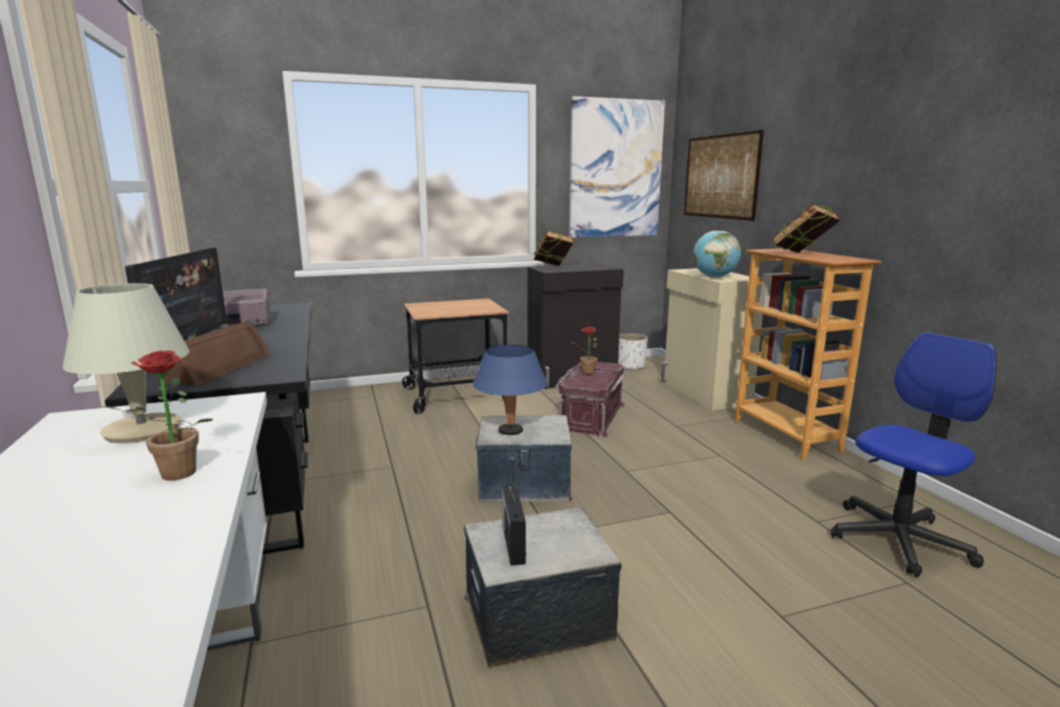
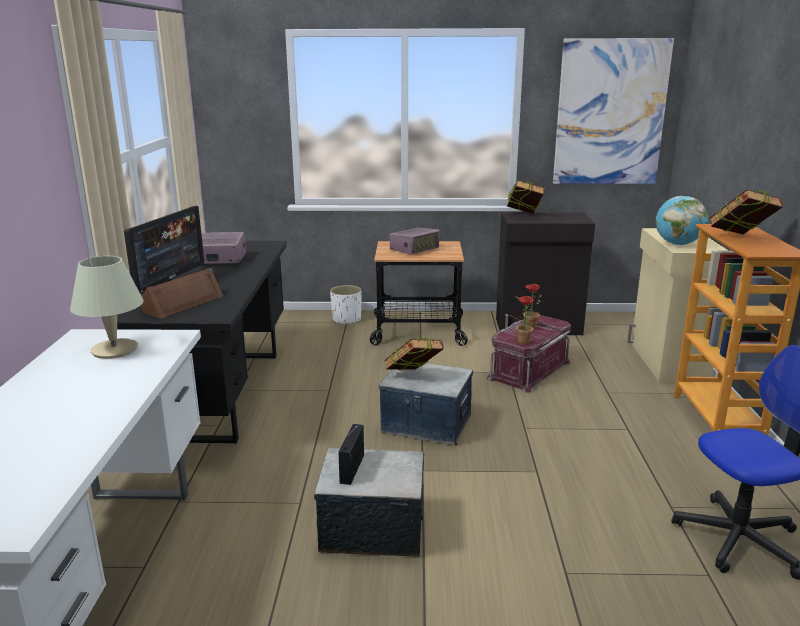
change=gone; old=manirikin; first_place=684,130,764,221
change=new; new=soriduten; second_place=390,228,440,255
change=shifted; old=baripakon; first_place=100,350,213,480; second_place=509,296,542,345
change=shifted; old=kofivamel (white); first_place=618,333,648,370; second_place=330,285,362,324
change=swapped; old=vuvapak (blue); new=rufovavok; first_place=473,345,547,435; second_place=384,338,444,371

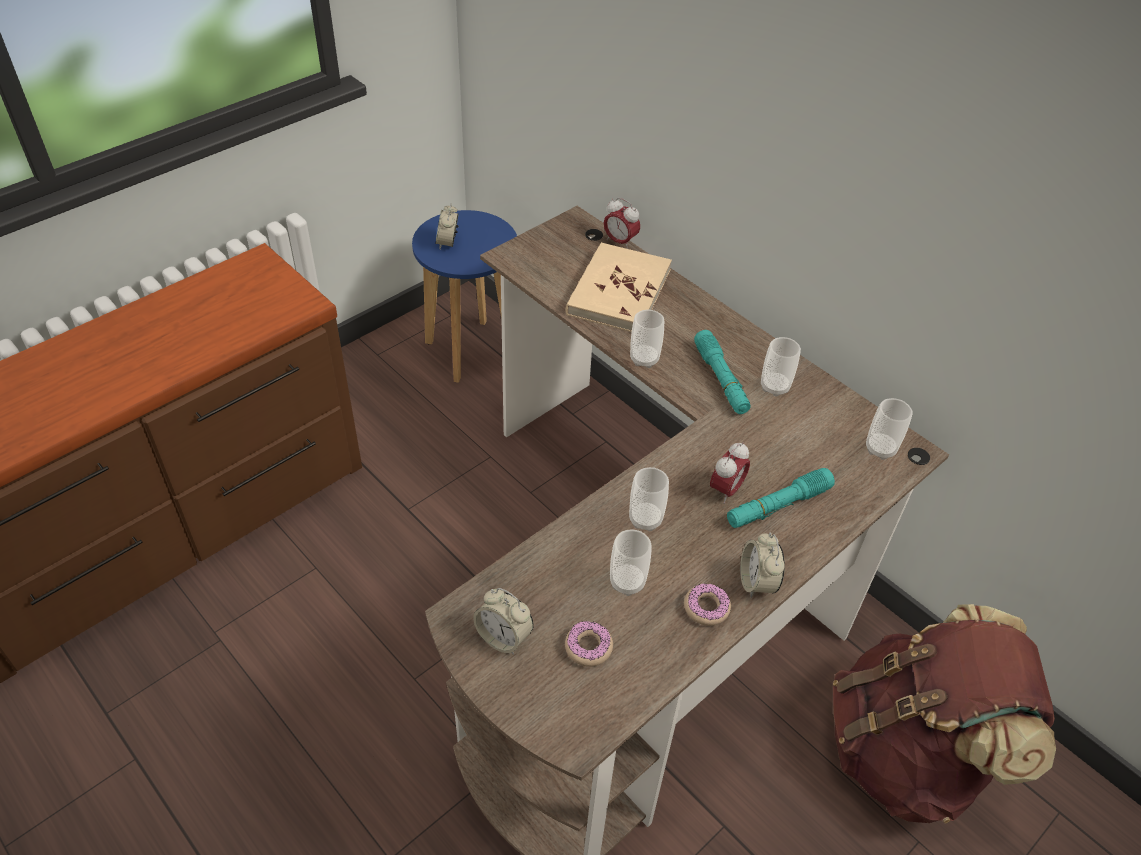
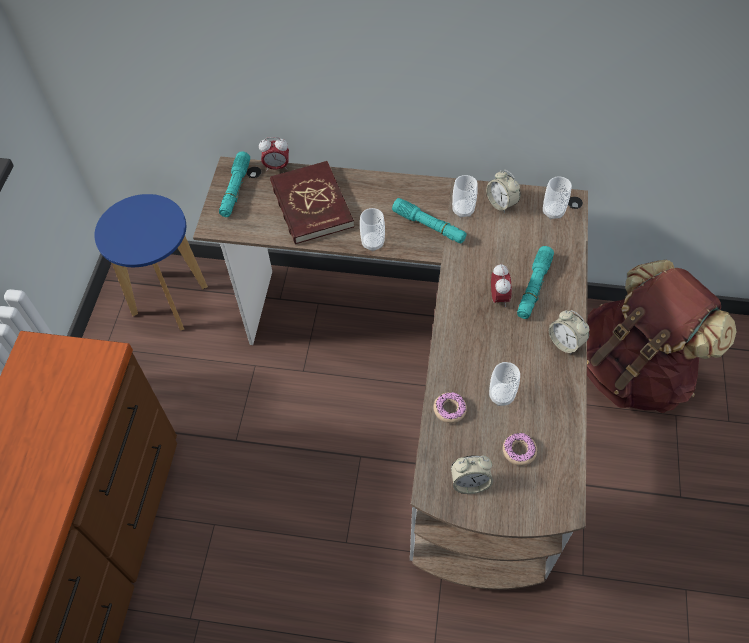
change=gone; old=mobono; first_place=629,467,669,531
change=new; new=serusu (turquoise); second_place=219,151,250,217
change=shifted; old=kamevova; first_place=436,203,459,249; second_place=486,170,520,213
change=shifted; old=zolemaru; first_place=684,584,731,626; second_place=433,392,467,423
change=repainted; old=rufovavok (beige); new=rufovavok (red); first_place=566,242,672,332; second_place=270,161,354,245

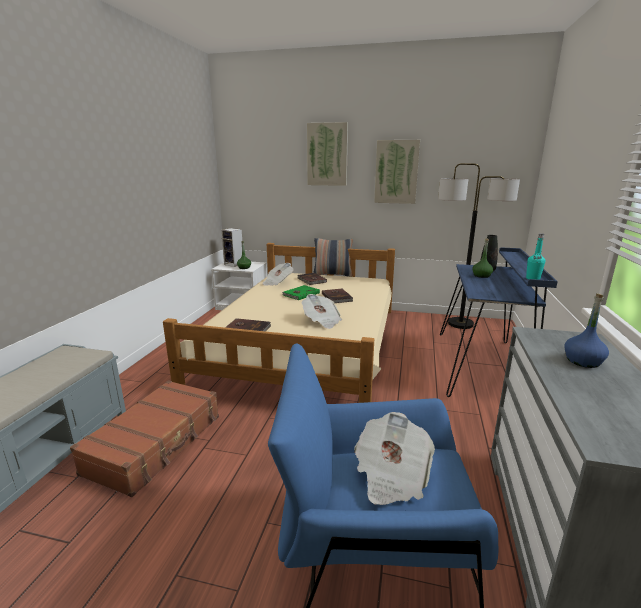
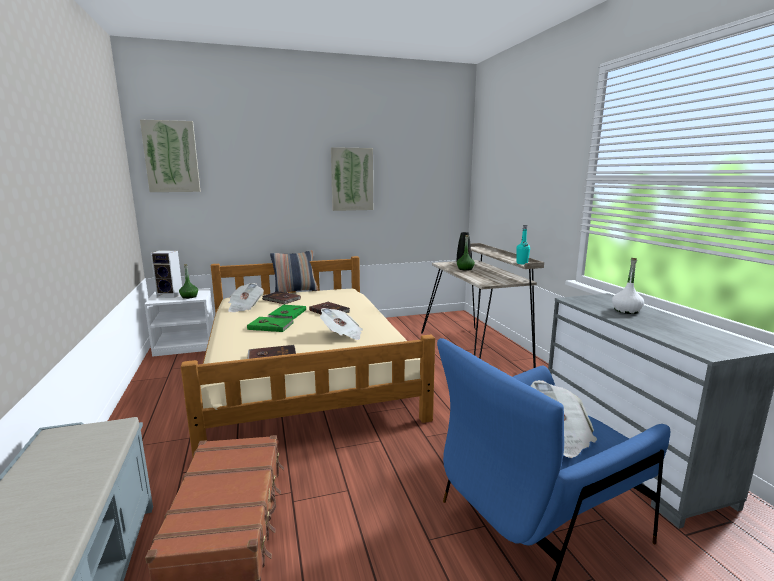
change=gone; old=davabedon; first_place=438,163,520,329
change=new; new=rufovavok (green); second_place=247,317,294,332
change=shifted; old=manirikin; first_place=307,122,348,186; second_place=140,119,201,192
change=repainted; old=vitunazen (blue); new=vitunazen (beige); first_place=440,248,558,397; second_place=421,243,544,368
change=repainted; old=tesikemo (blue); new=tesikemo (white); first_place=564,293,609,368; second_place=612,258,644,314

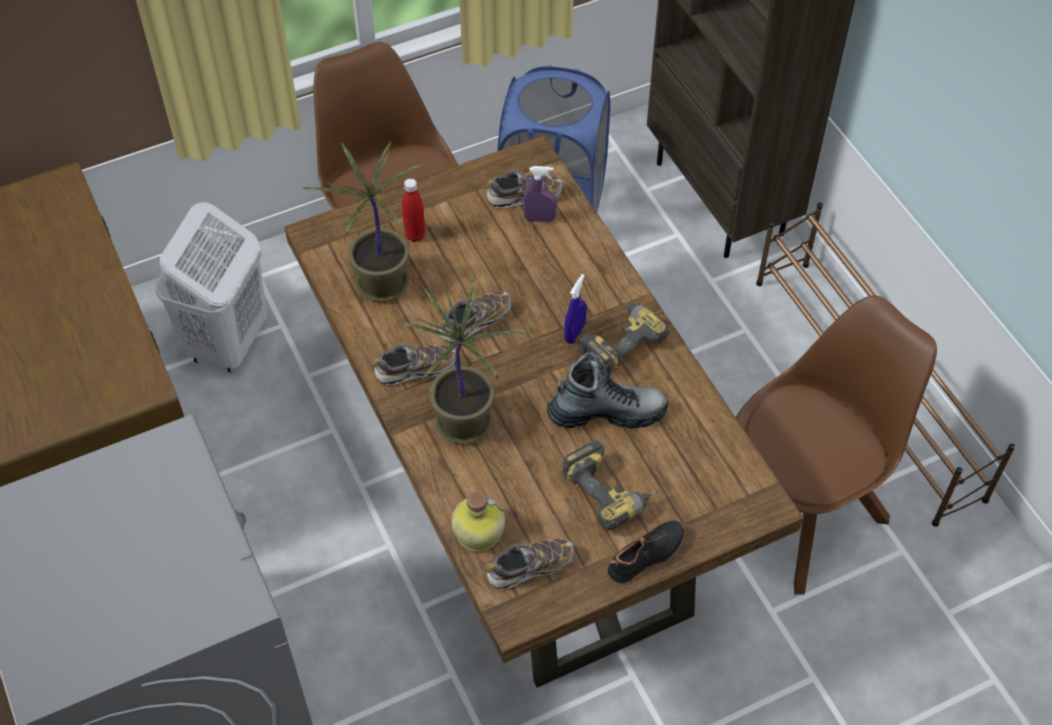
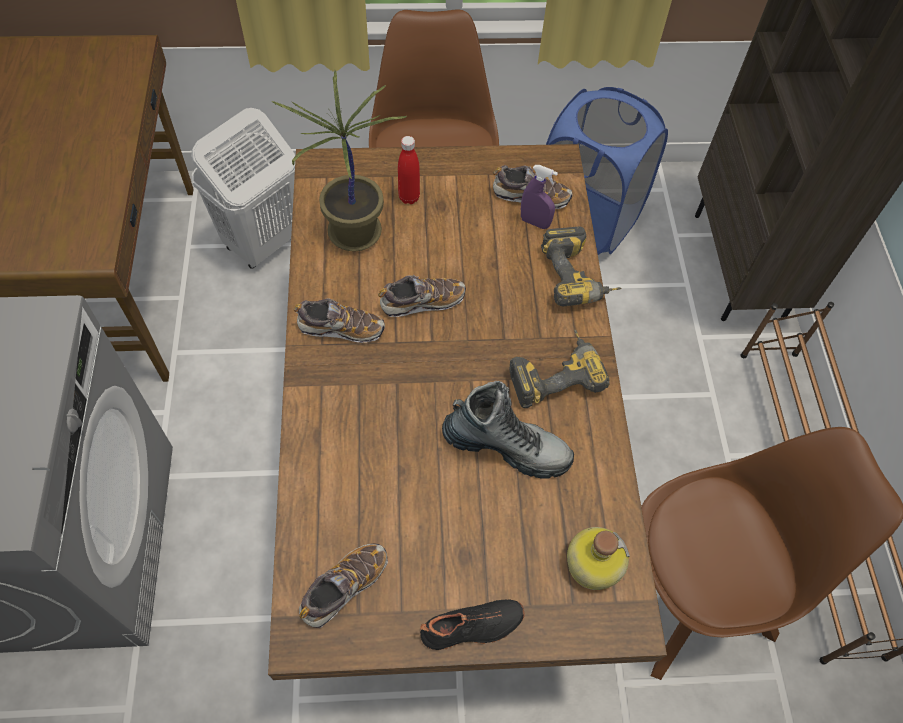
change=gone; old=baripakon; first_place=397,275,534,444
change=gone; old=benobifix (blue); first_place=564,274,587,344
change=shifted; old=tesikemo; first_place=451,491,505,551; second_place=567,527,630,590
change=shifted; old=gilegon; first_place=562,441,659,530; second_place=541,226,621,306
change=rotated; old=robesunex; first_place=486,538,574,590; second_place=299,543,388,628; degrees=-45

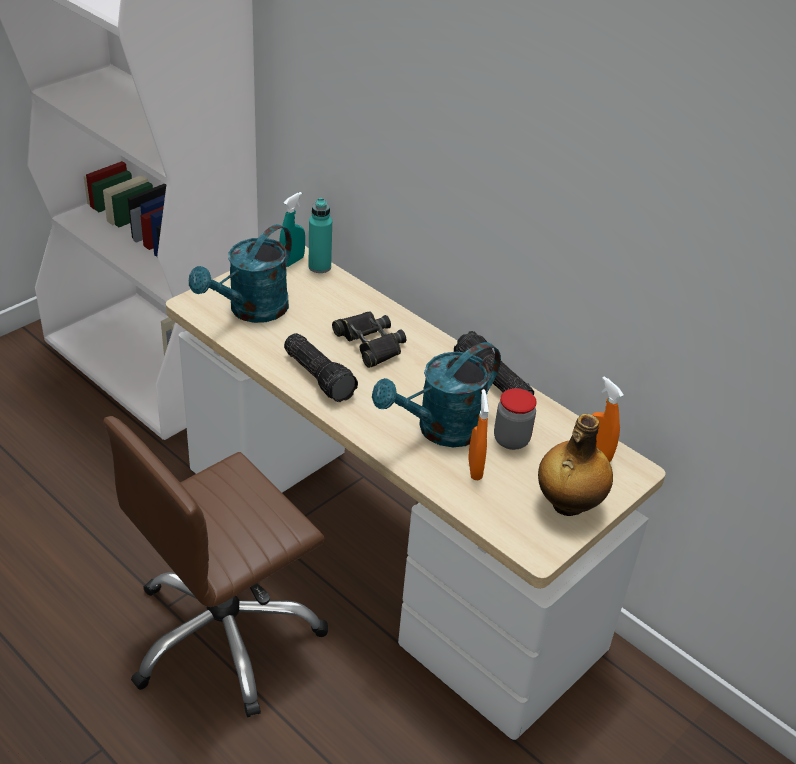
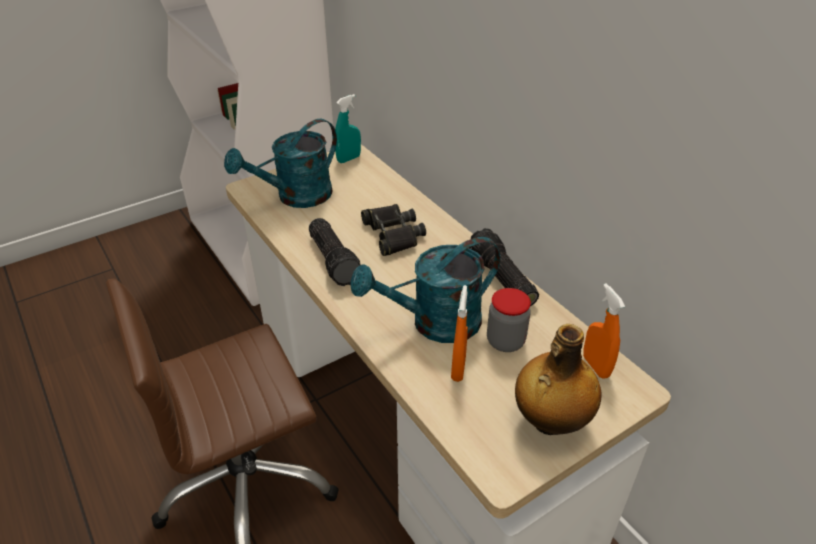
change=gone; old=tesikemo (turquoise); first_place=308,198,332,273

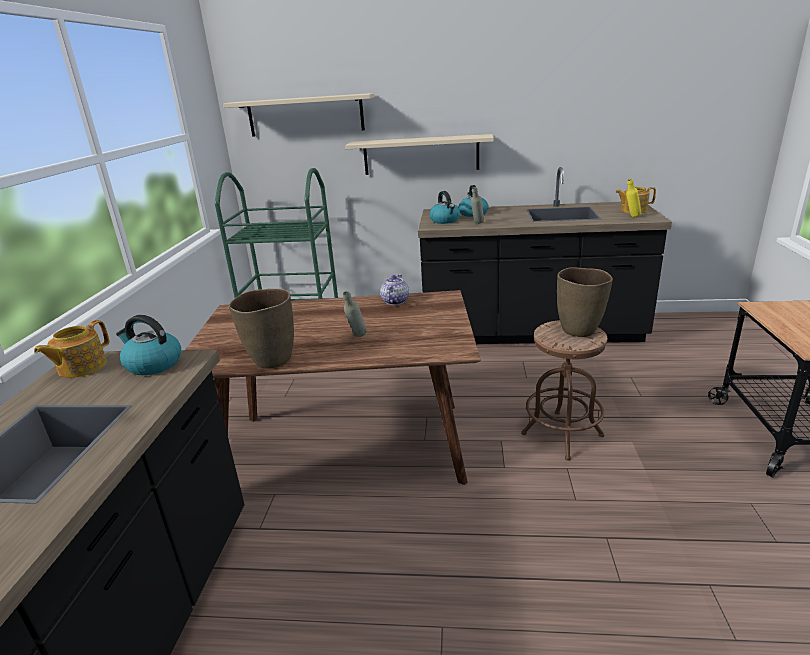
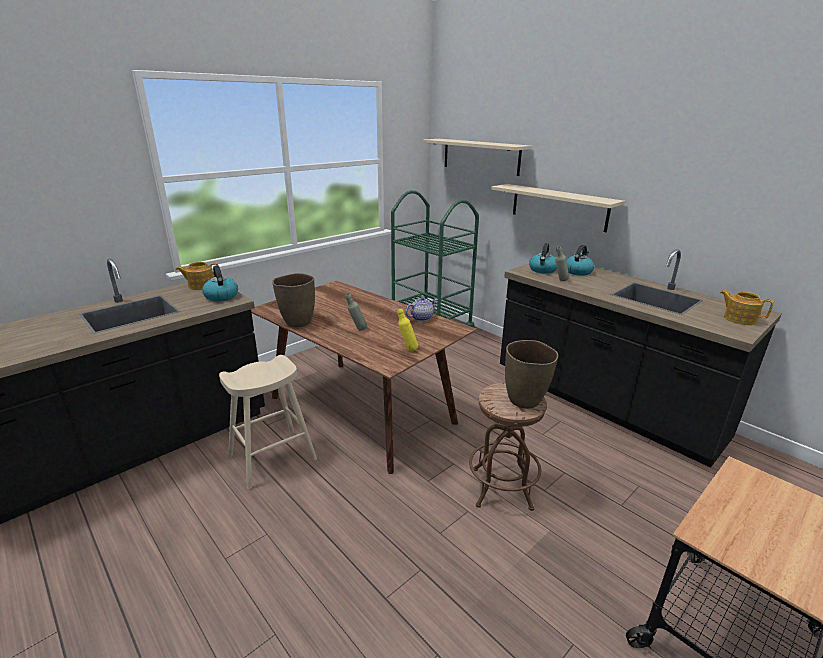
change=new; new=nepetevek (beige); second_place=219,355,317,489
change=shifted; old=tesikemo (yellow); first_place=626,179,641,217; second_place=397,308,418,351

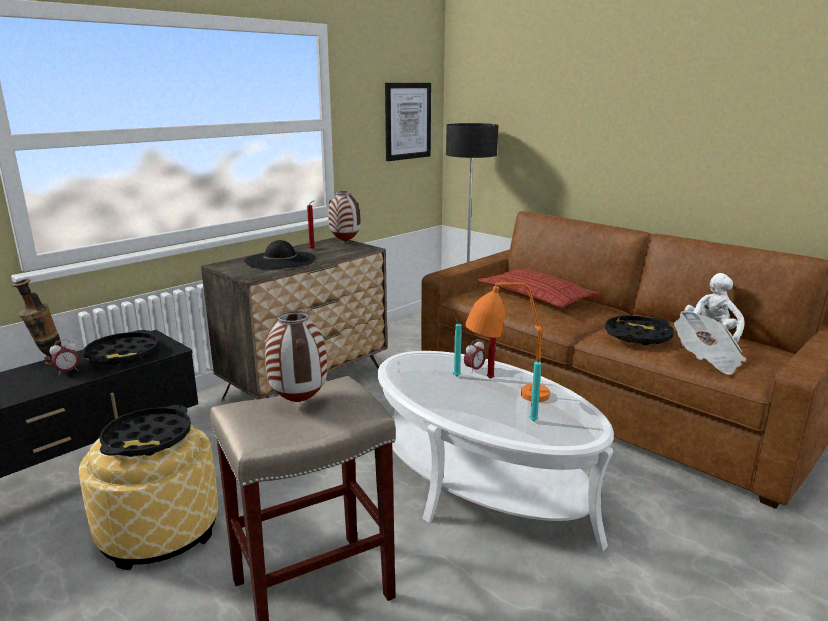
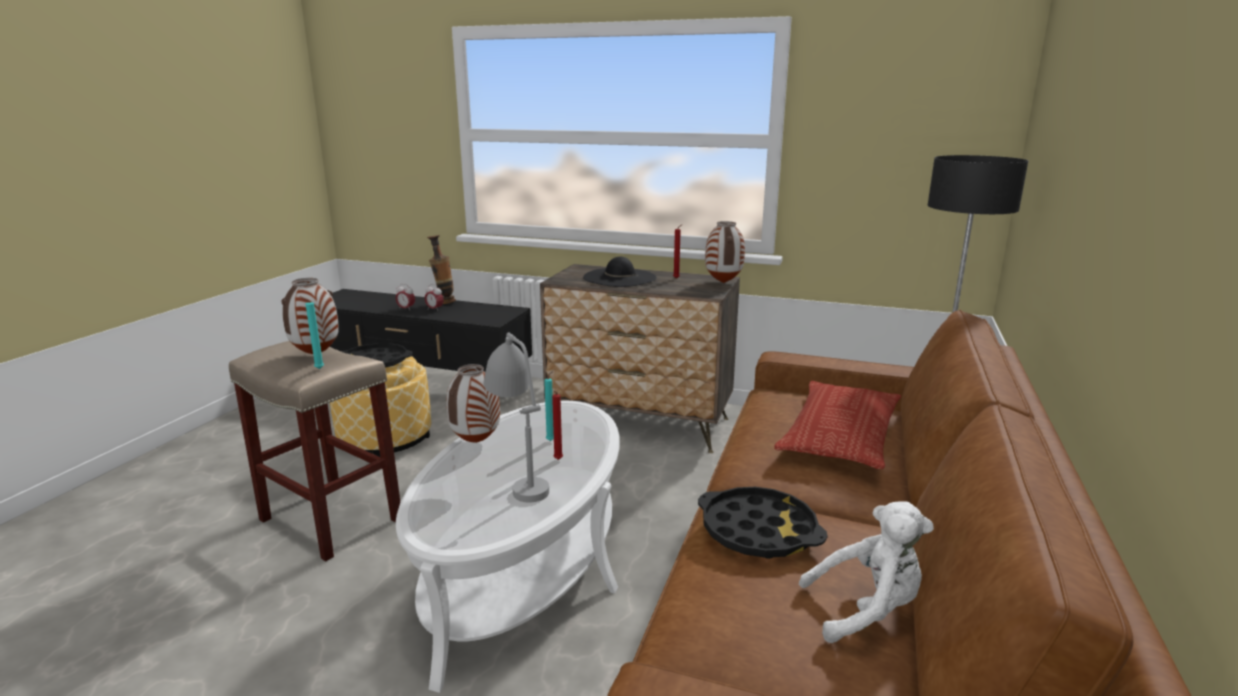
change=gone; old=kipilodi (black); first_place=83,330,159,365
change=gone; old=manirikin; first_place=385,83,431,161
change=gone; old=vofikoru; first_place=674,311,746,375
change=new; new=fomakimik; second_place=446,364,500,443
change=shifted; old=kamevova; first_place=464,339,486,372; second_place=396,284,415,310
change=shifted; old=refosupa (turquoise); first_place=529,359,542,421; second_place=299,296,324,369
change=repainted; old=vuvapak (orange); new=vuvapak (grey); first_place=465,282,550,402; second_place=484,333,549,503

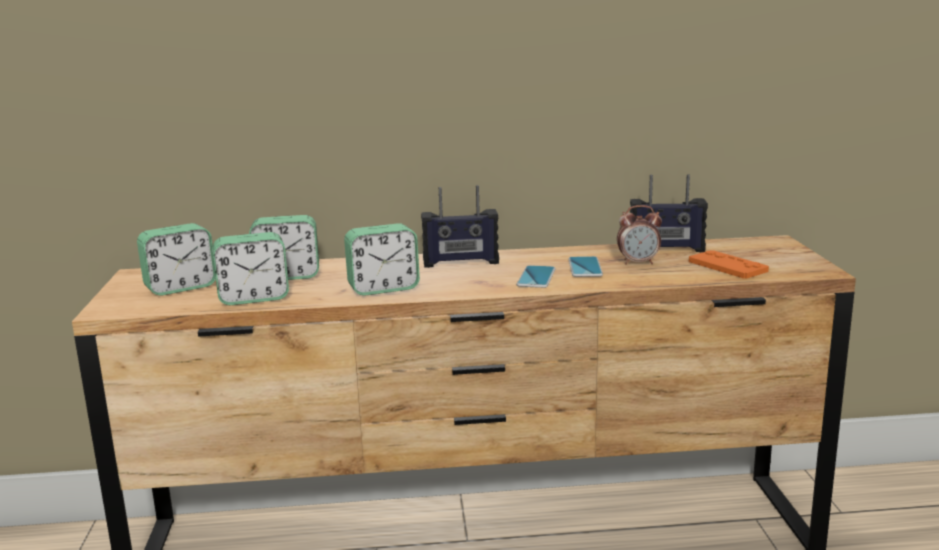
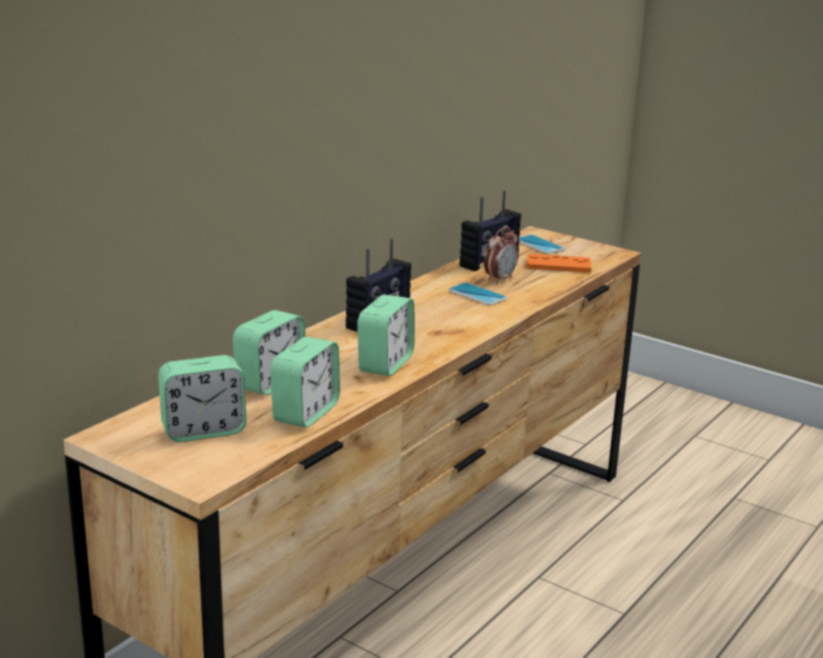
change=shifted; old=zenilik; first_place=517,265,556,288; second_place=519,235,565,254
change=rotated; old=kamevova; first_place=137,223,216,296; second_place=158,355,246,442; degrees=60

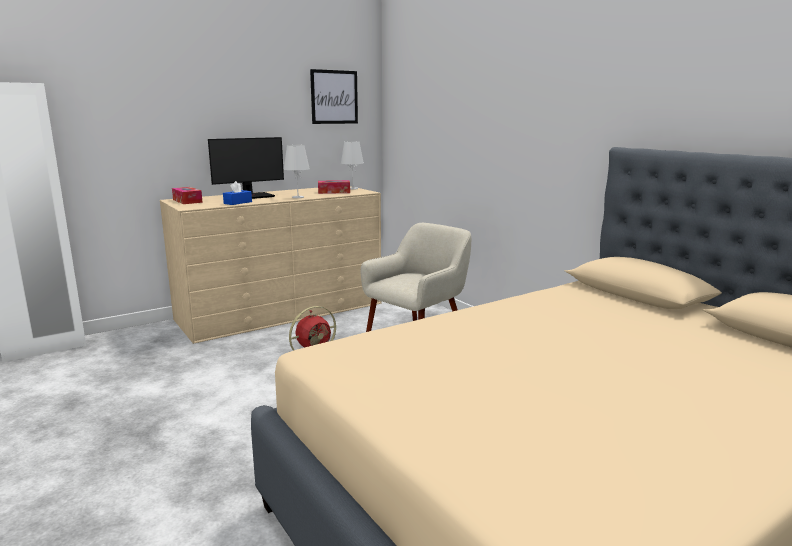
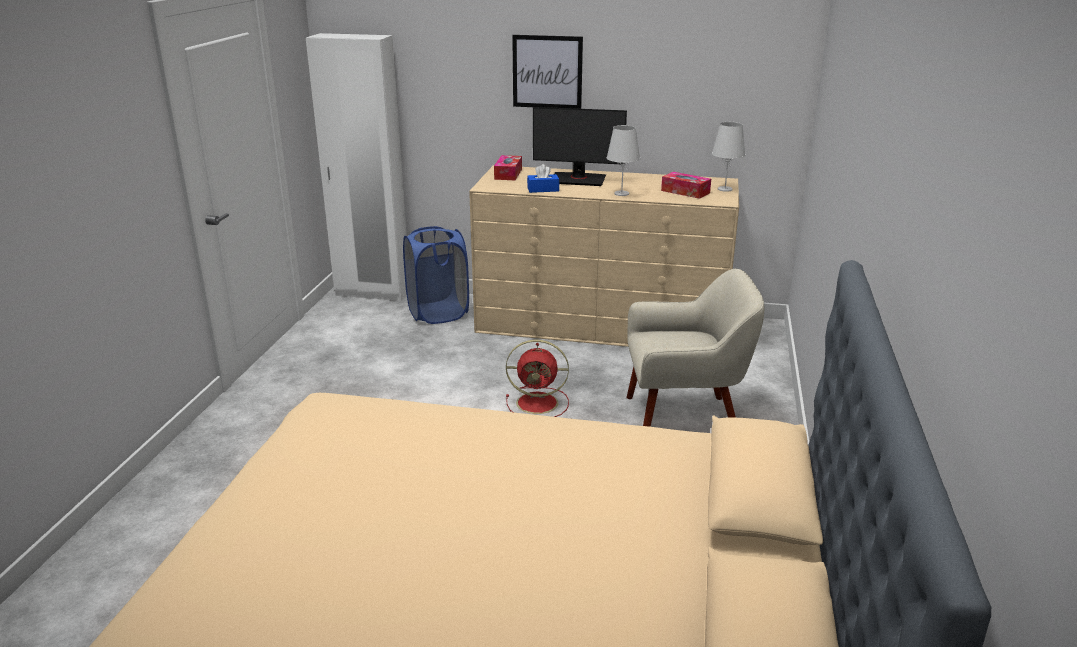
change=new; new=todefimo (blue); second_place=403,226,469,324
change=shifted; old=manirikin; first_place=310,69,358,124; second_place=512,35,583,109

